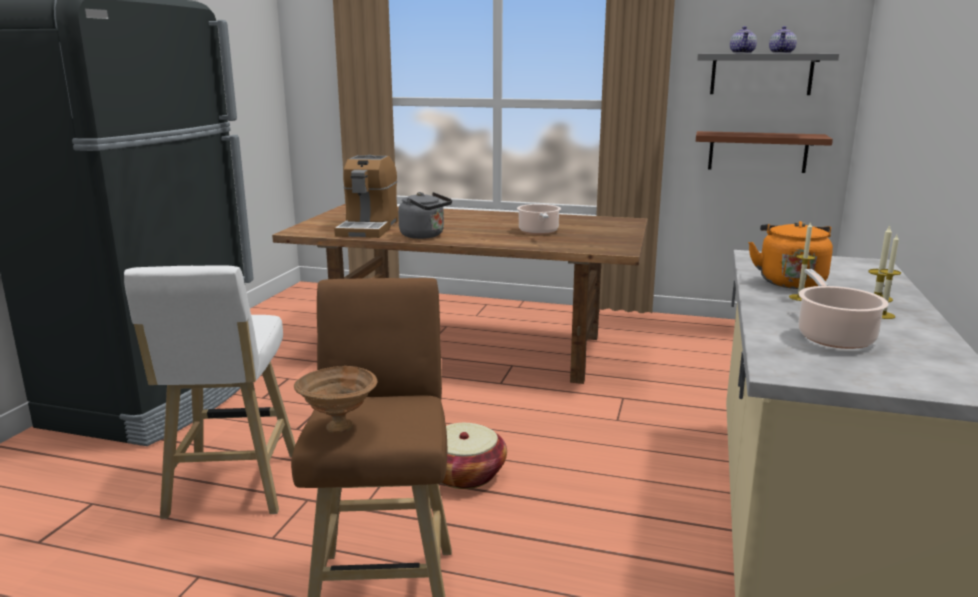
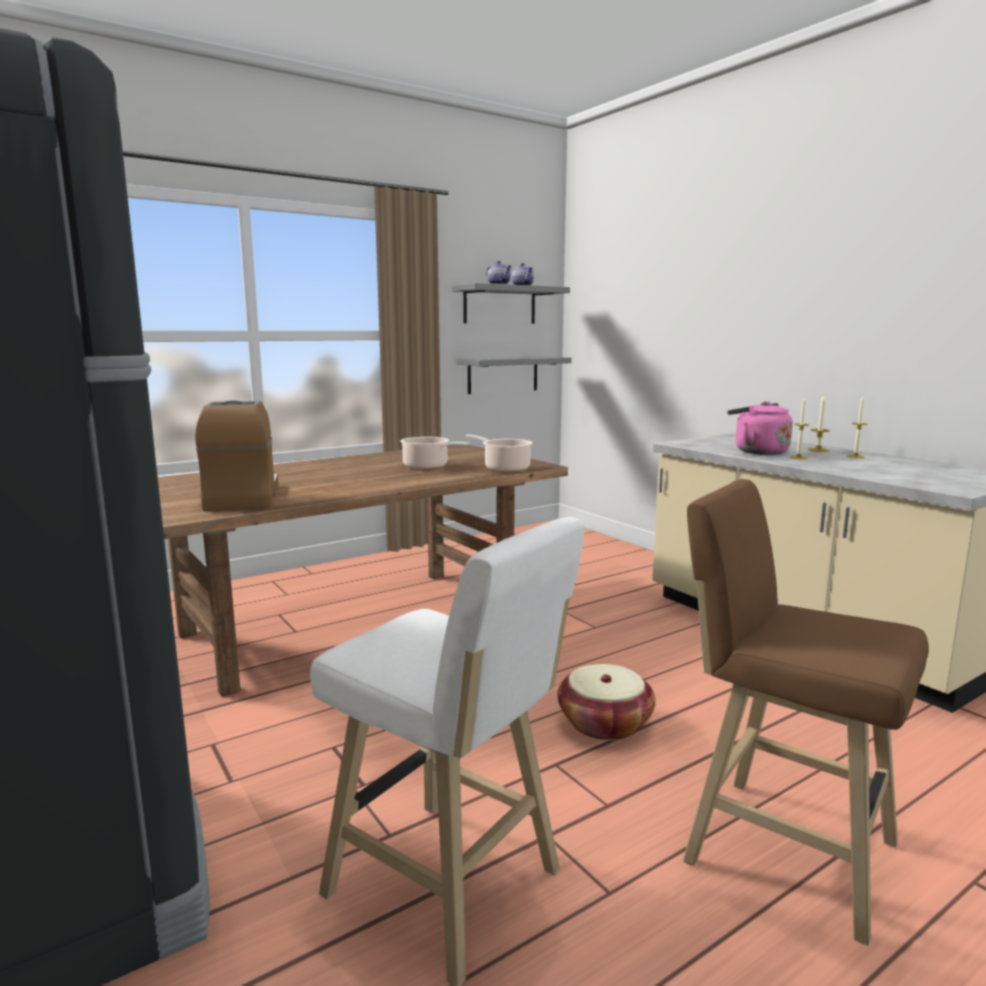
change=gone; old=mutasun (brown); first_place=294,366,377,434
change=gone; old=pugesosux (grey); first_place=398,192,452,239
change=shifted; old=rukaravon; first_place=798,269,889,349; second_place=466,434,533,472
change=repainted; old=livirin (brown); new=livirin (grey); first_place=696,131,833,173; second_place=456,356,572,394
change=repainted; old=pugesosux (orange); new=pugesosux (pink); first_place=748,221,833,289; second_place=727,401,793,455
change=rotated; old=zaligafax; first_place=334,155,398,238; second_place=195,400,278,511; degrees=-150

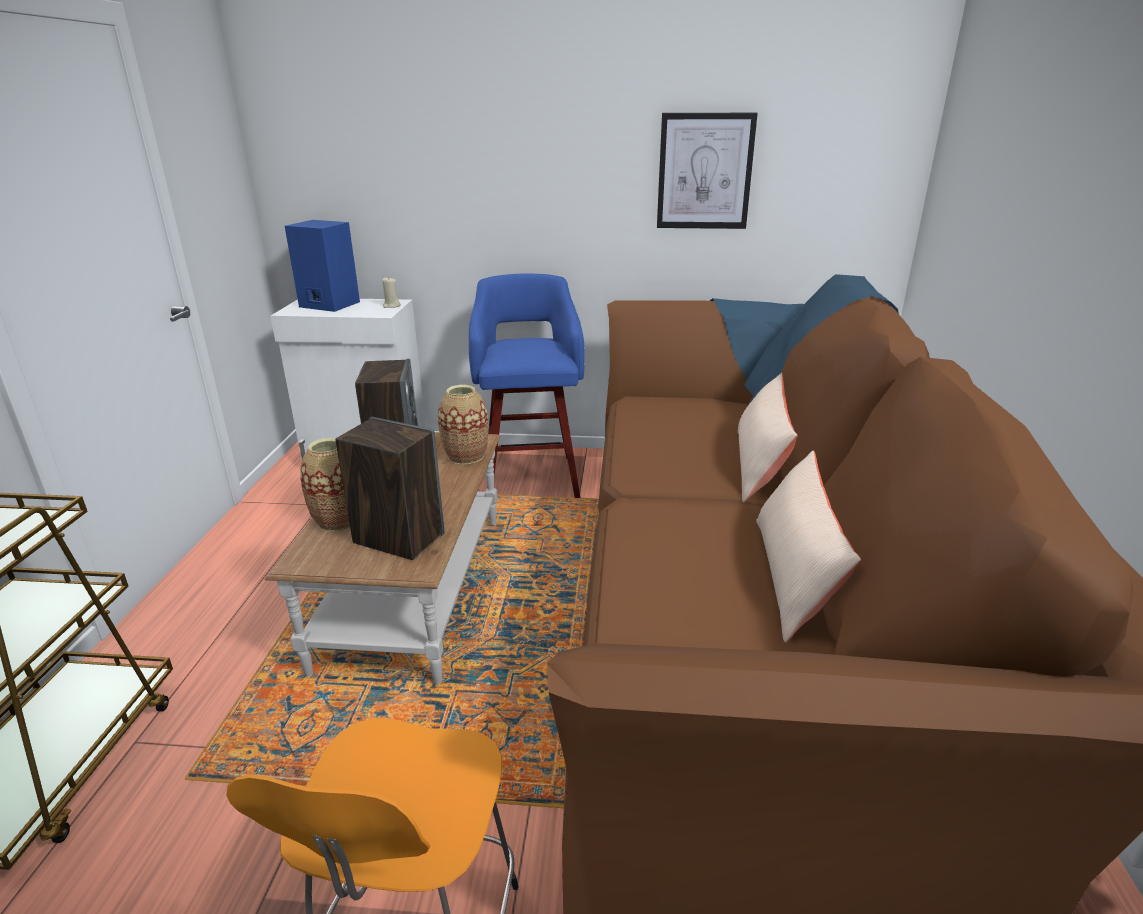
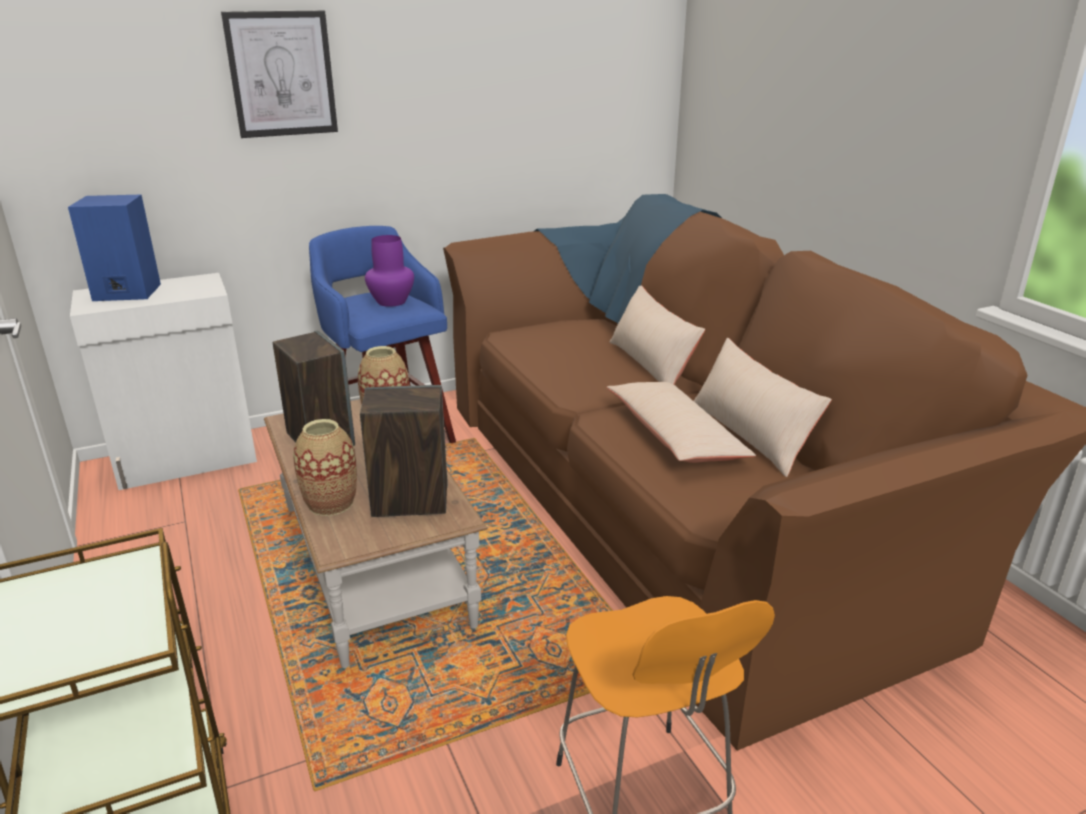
change=gone; old=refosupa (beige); first_place=382,276,401,308
change=new; new=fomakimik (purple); second_place=365,235,414,307
change=new; new=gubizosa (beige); second_place=607,382,756,463
change=shifted; old=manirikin; first_place=657,113,758,229; second_place=221,10,338,138

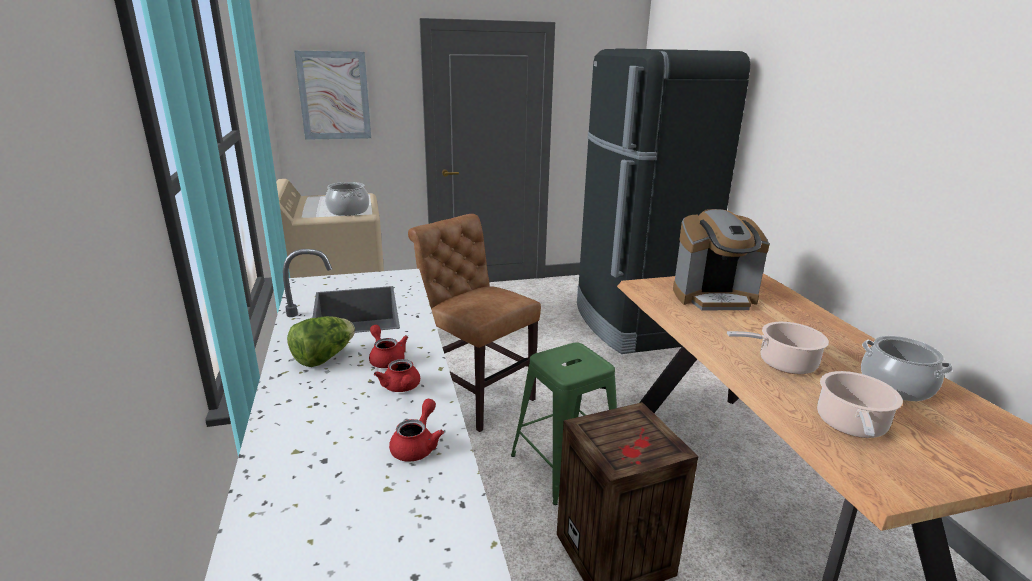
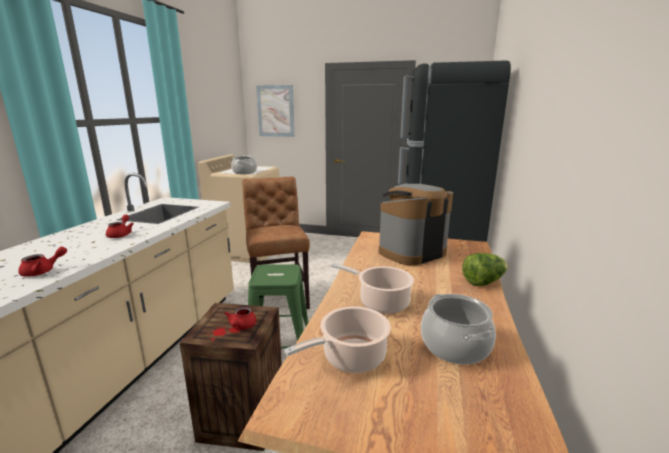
change=shifted; old=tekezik; first_place=287,316,355,367; second_place=462,253,508,286
change=shifted; old=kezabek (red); first_place=374,359,420,392; second_place=224,307,257,330
change=rotated; old=zaligafax; first_place=673,209,770,310; second_place=379,183,453,265; degrees=120

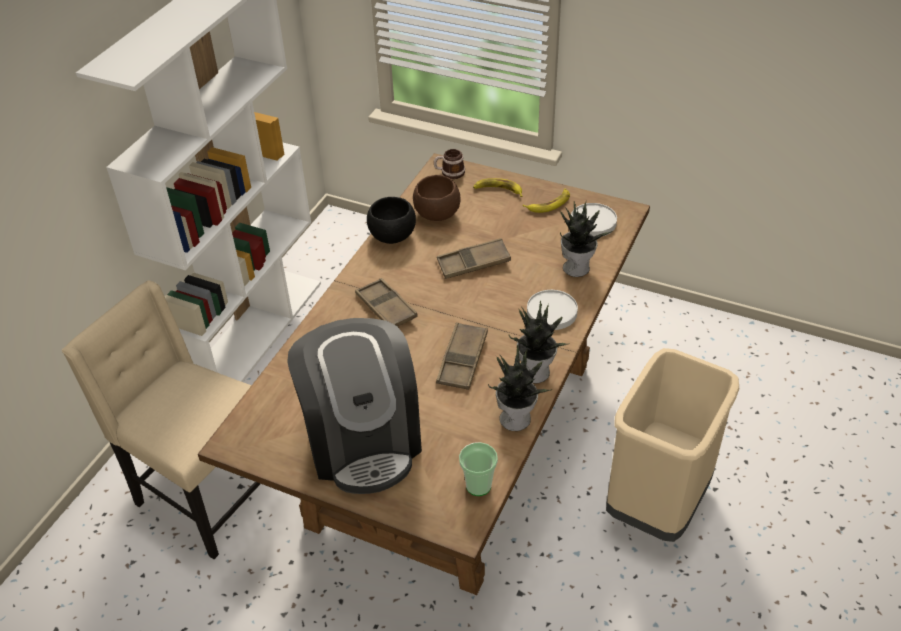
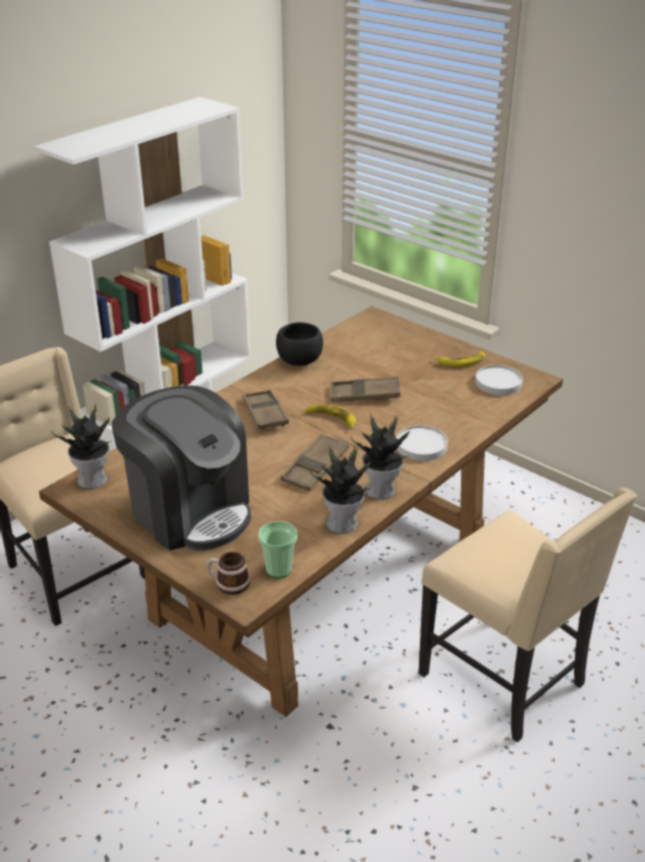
change=gone; old=mutasun (brown); first_place=413,175,461,221
change=shifted; old=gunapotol; first_place=434,149,465,179; second_place=207,552,250,595
change=shifted; old=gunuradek; first_place=473,178,523,197; second_place=305,404,356,429
change=shifted; old=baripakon; first_place=560,201,614,277; second_place=51,405,112,489
change=swapped; old=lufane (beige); new=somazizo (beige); first_place=606,348,739,542; second_place=419,488,637,742
change=rotated; old=zaligafax; first_place=287,318,422,494; second_place=112,385,251,551; degrees=-45

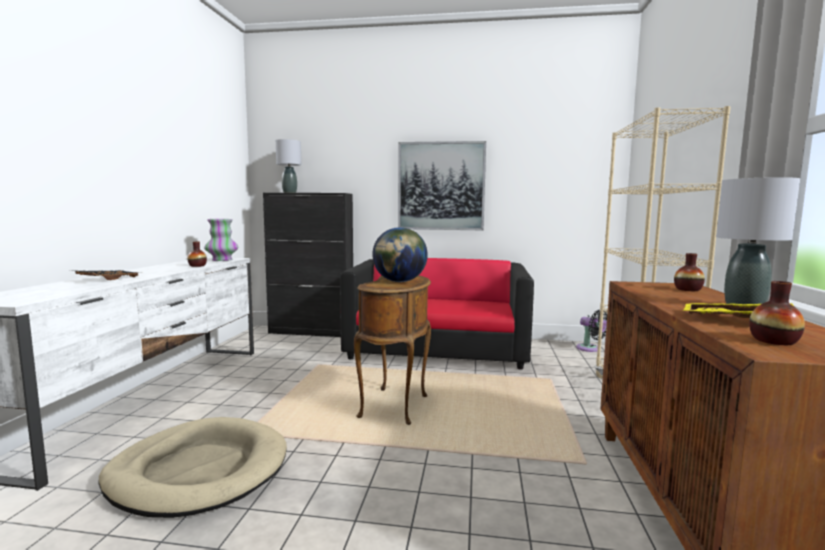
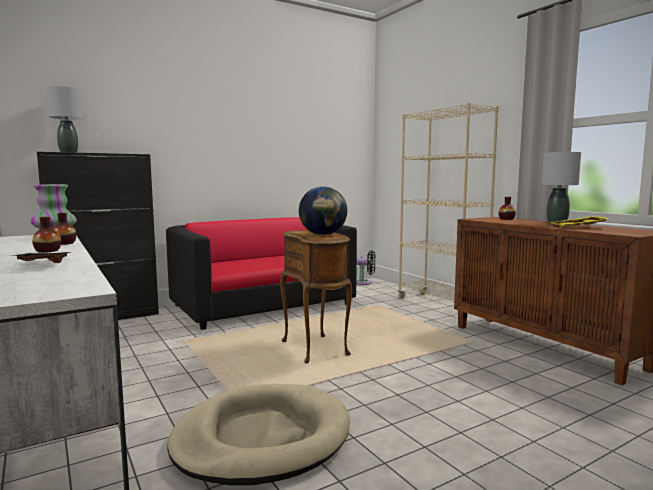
change=gone; old=manirikin; first_place=398,141,486,230
change=shifted; old=fomakimik; first_place=749,281,805,345; second_place=32,217,61,253

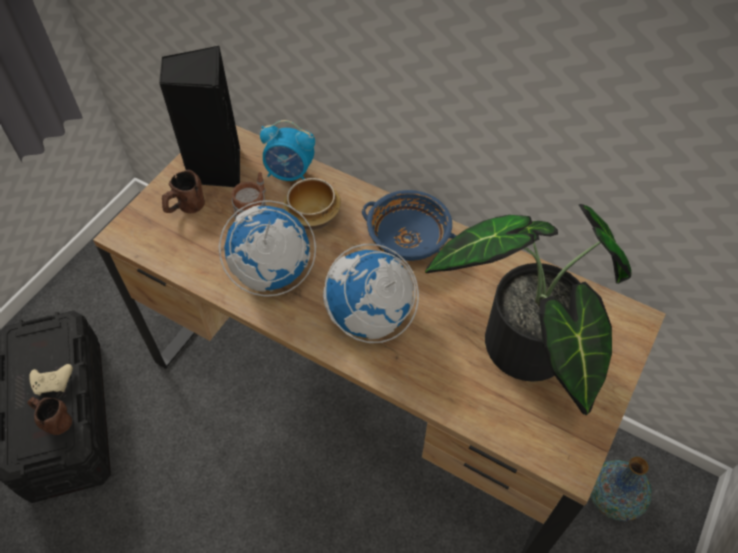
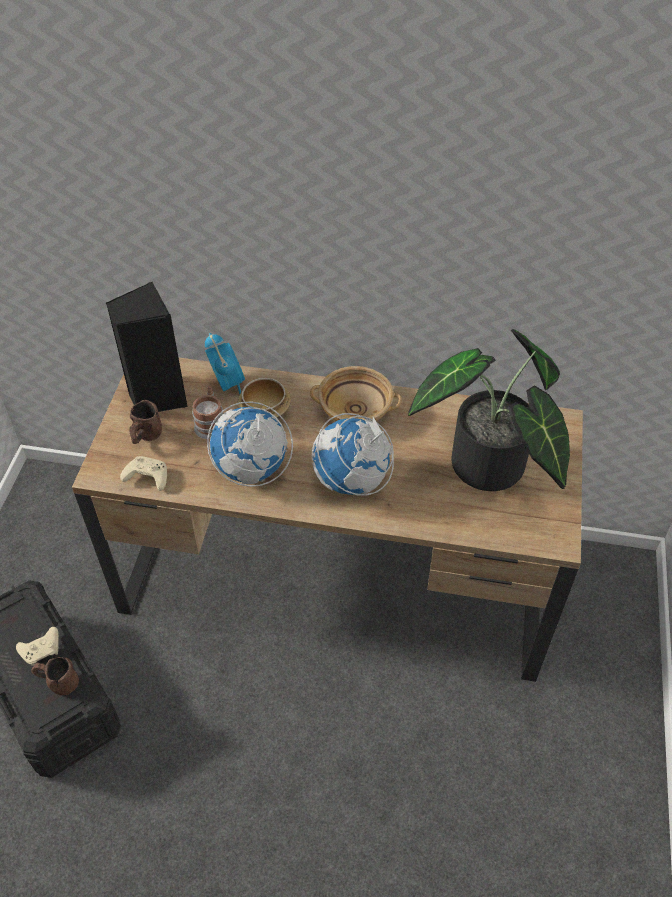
change=gone; old=fomakimik; first_place=590,456,652,521
change=new; new=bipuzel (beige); second_place=120,456,167,491
change=repainted; old=mutasun (blue); new=mutasun (beige); first_place=362,190,456,261; second_place=310,366,402,422
change=rotated; old=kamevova; first_place=260,120,315,181; second_place=205,333,245,394; degrees=-105

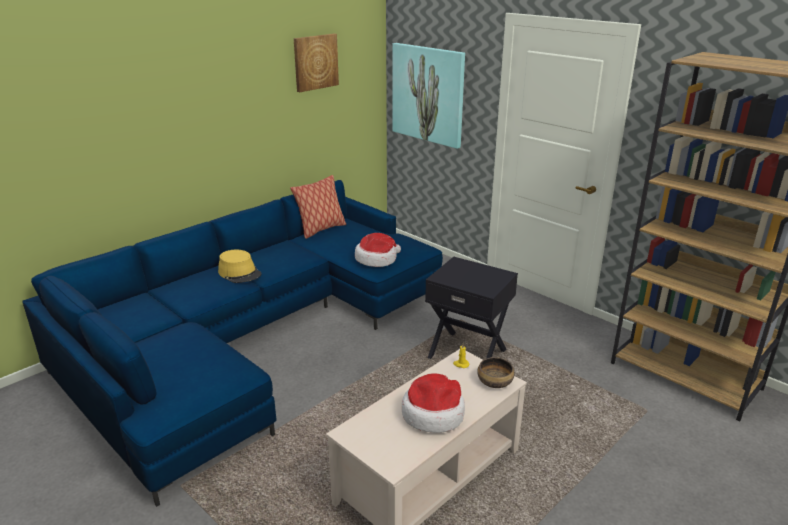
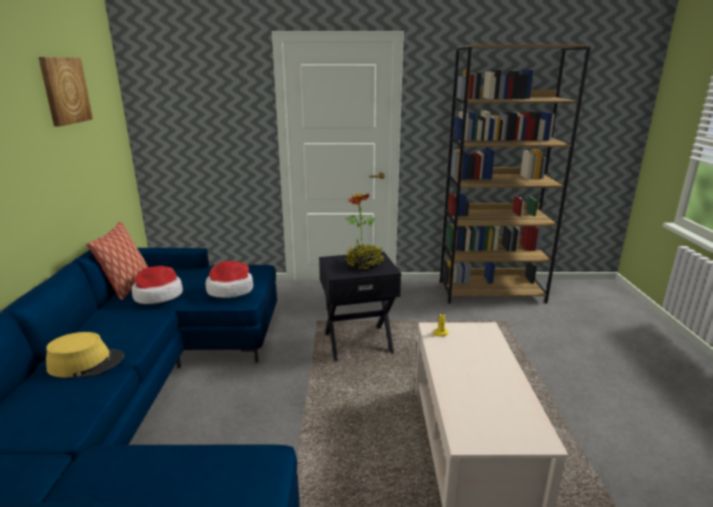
change=gone; old=manirikin; first_place=392,43,465,149
change=gone; old=mutasun; first_place=477,357,514,388
change=new; new=baripakon; second_place=345,192,384,270
change=shifted; old=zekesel; first_place=402,373,465,433; second_place=132,266,183,304

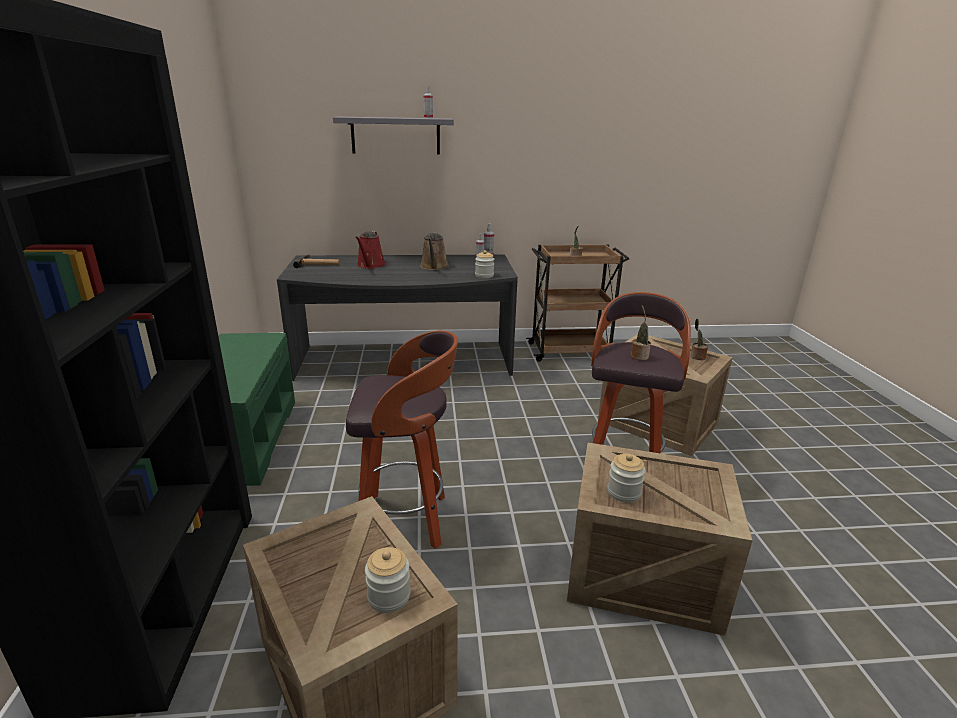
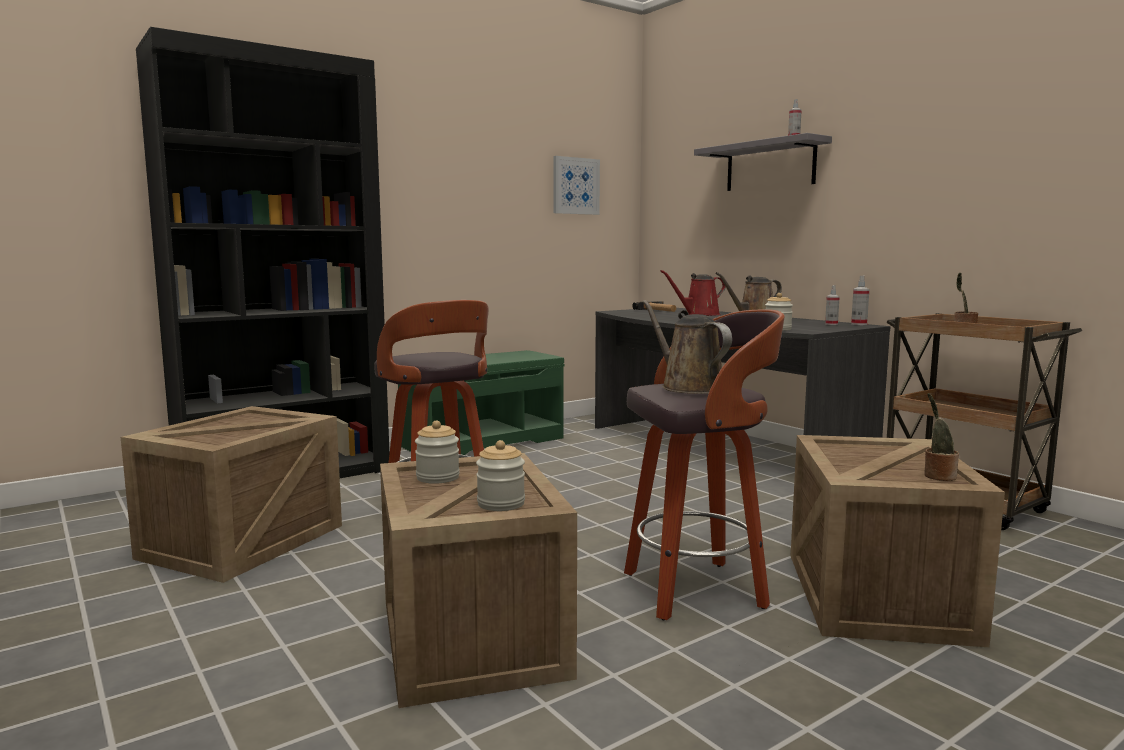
change=new; new=manirikin; second_place=554,156,600,215
change=shifted; old=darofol; first_place=365,547,410,613; second_place=476,440,525,511
change=swapped; old=baripakon; new=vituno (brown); first_place=630,306,651,360; second_place=642,300,732,394

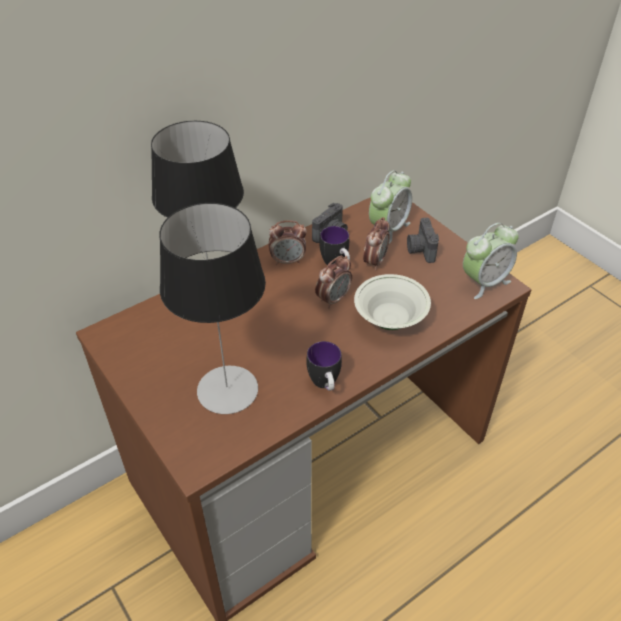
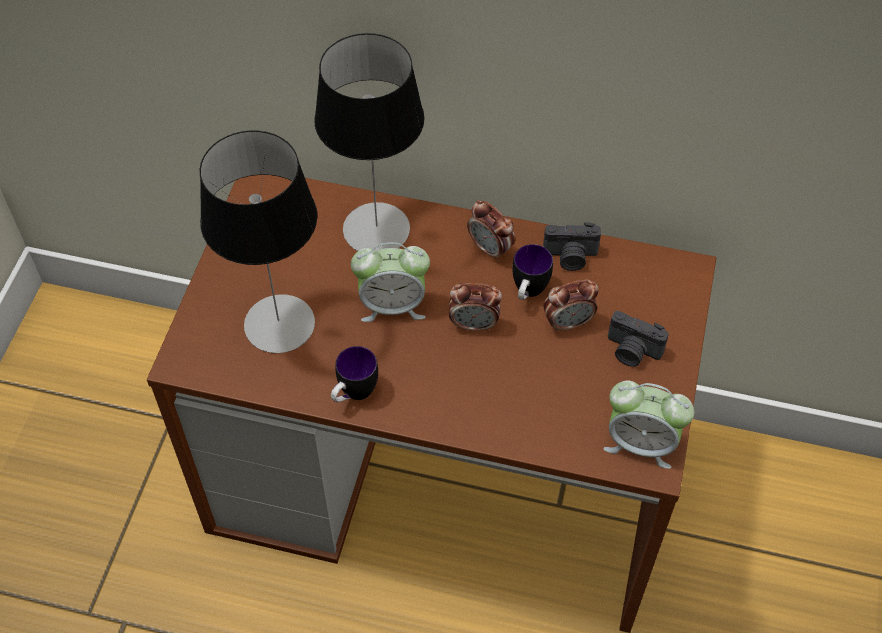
change=gone; old=mutasun (white); first_place=354,274,431,330
change=shifted; old=kamevova; first_place=369,170,412,244; second_place=351,242,430,322
change=rotated; old=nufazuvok; first_place=407,218,439,263; second_place=608,311,669,367; degrees=-105

